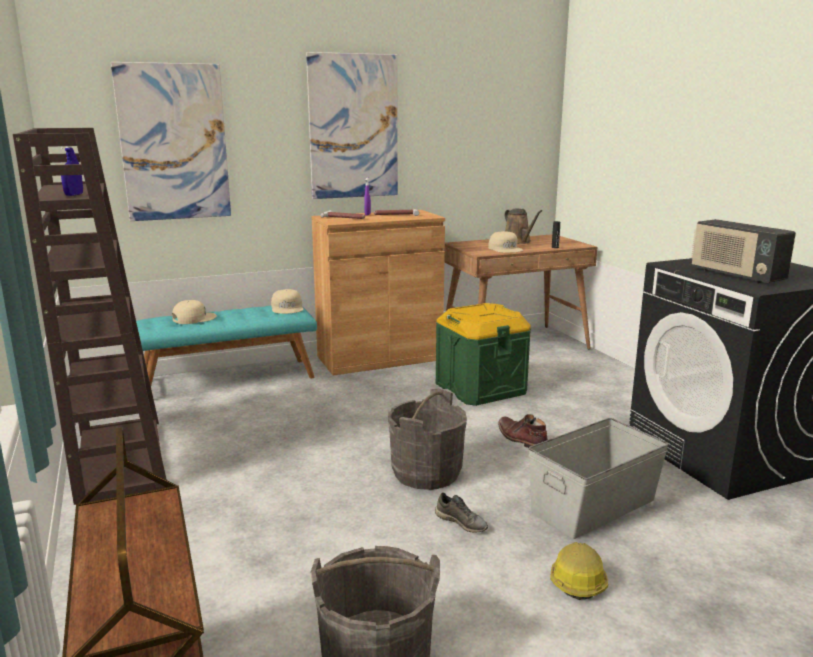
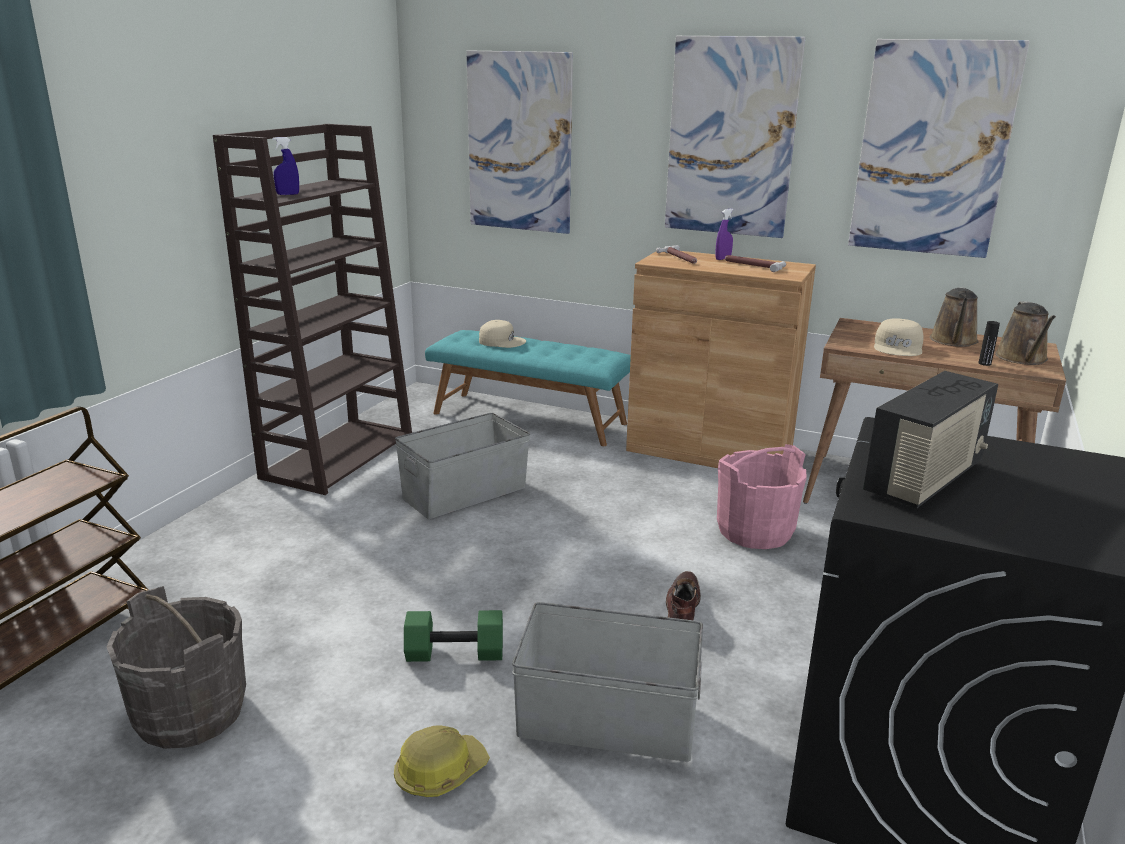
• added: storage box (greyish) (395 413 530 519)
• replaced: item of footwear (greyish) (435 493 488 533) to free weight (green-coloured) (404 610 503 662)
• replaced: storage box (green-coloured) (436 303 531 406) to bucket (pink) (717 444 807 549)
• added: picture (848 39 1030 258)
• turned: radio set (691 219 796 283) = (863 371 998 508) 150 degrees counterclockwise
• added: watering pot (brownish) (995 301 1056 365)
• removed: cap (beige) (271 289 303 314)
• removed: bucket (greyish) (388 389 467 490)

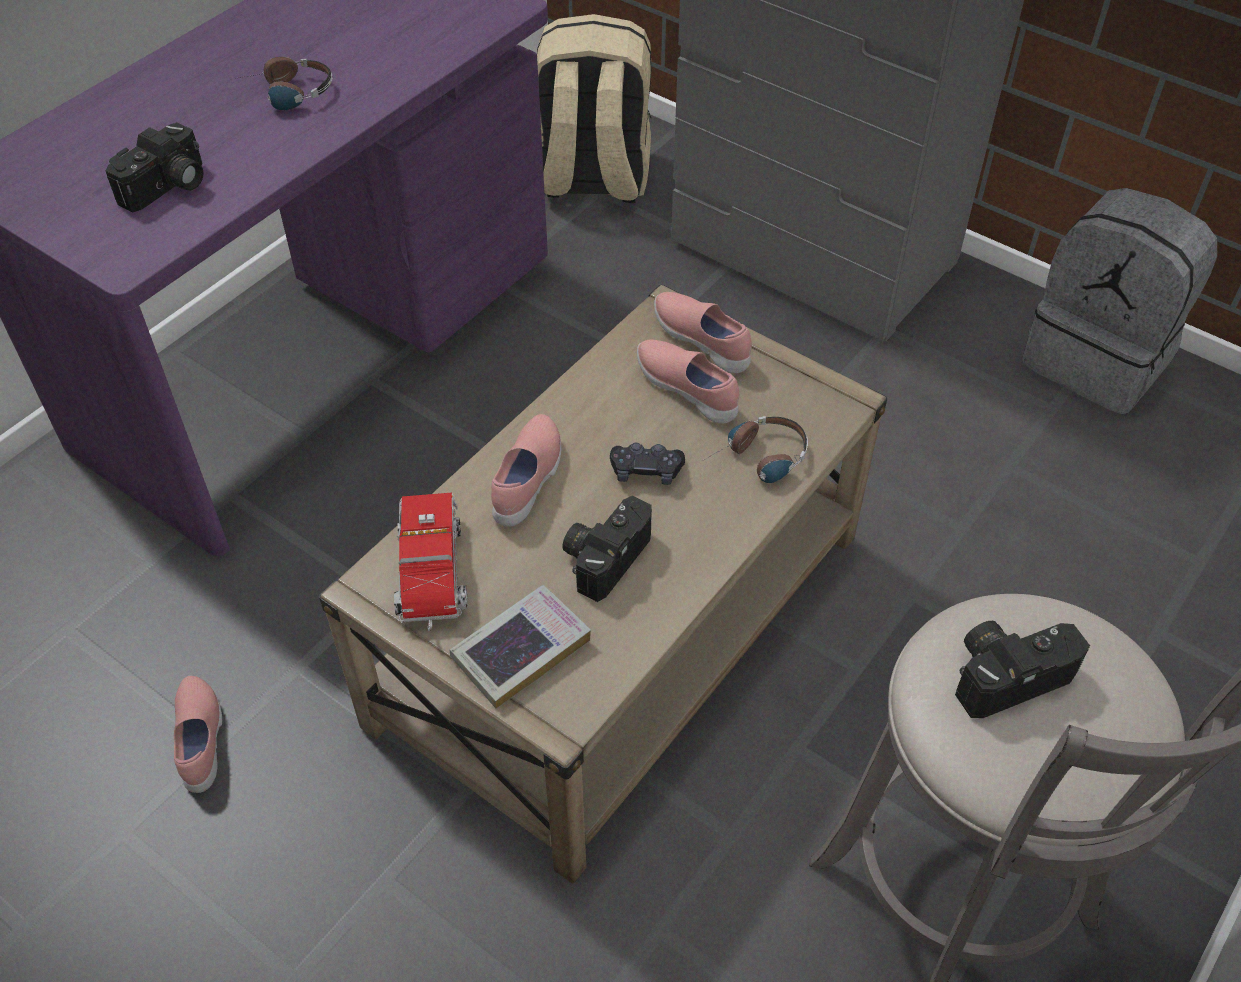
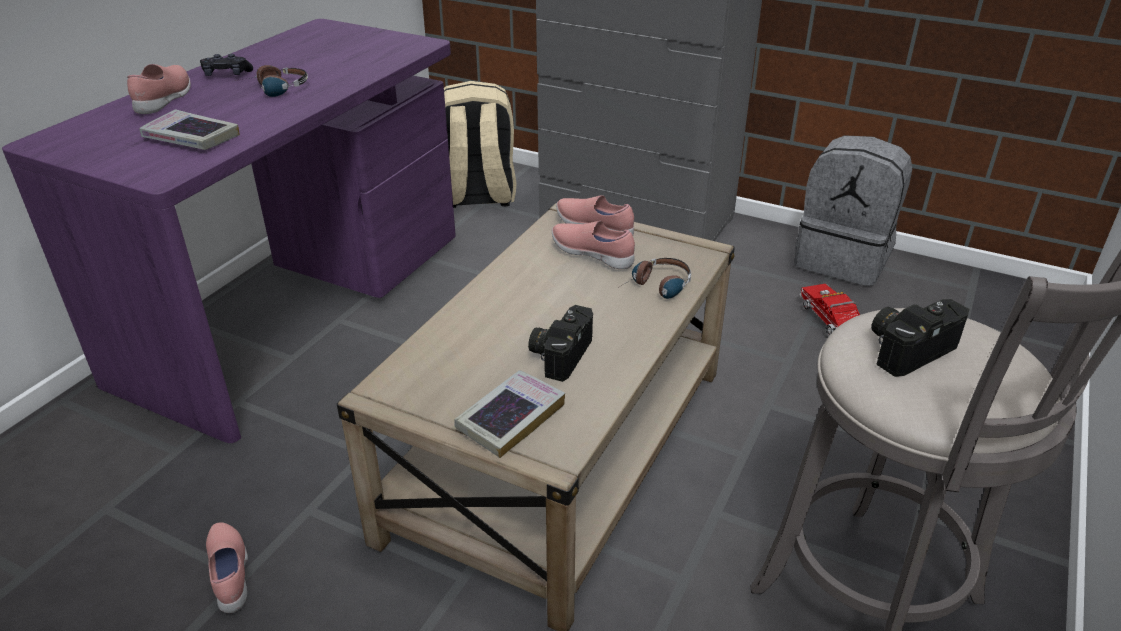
• moved: item of footwear (pink) (491 414 561 527) to (127 64 191 114)
• replaced: still camera (105 122 204 213) to book (139 109 240 150)
• moved: gamepad (blackish) (610 442 685 485) to (200 54 253 76)
• moved: toy truck (394 493 468 631) to (800 284 860 336)

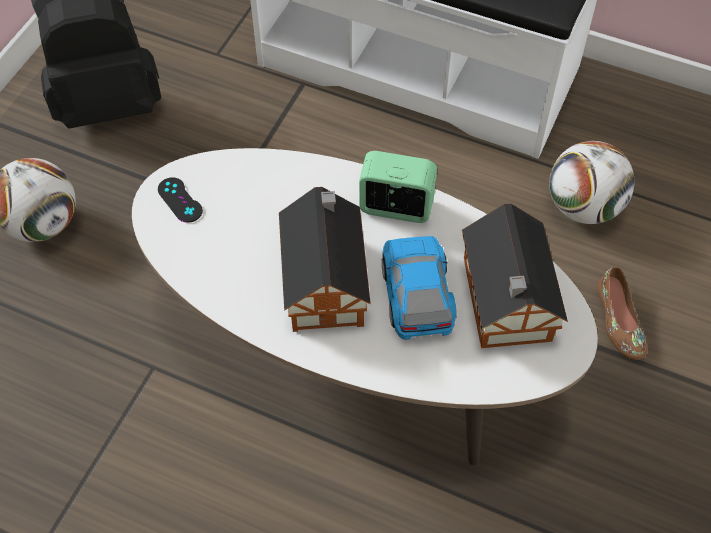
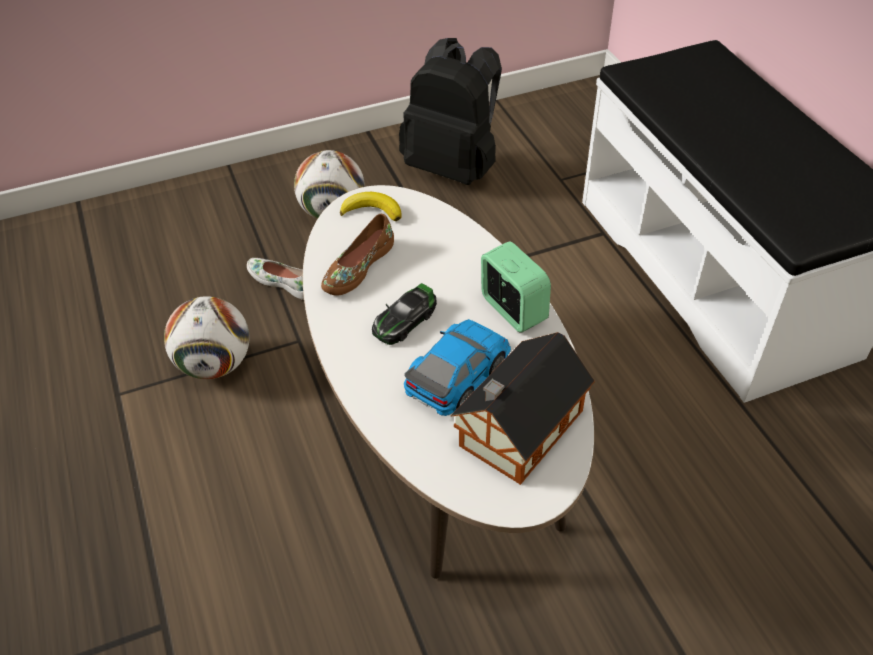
• moved: football ball (549 141 634 224) to (164 296 249 379)
• added: item of footwear (white) (247 258 304 300)
• moved: item of footwear (brownish) (597 267 647 360) to (321 214 394 296)
• replaced: gamepad (blackish) (158 177 203 223) to whole banana (340 192 402 221)
• replaced: model house (279 187 371 332) to miniature car (372 283 437 345)

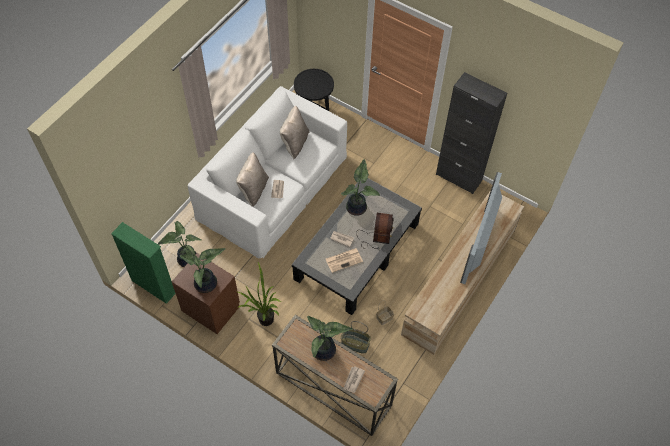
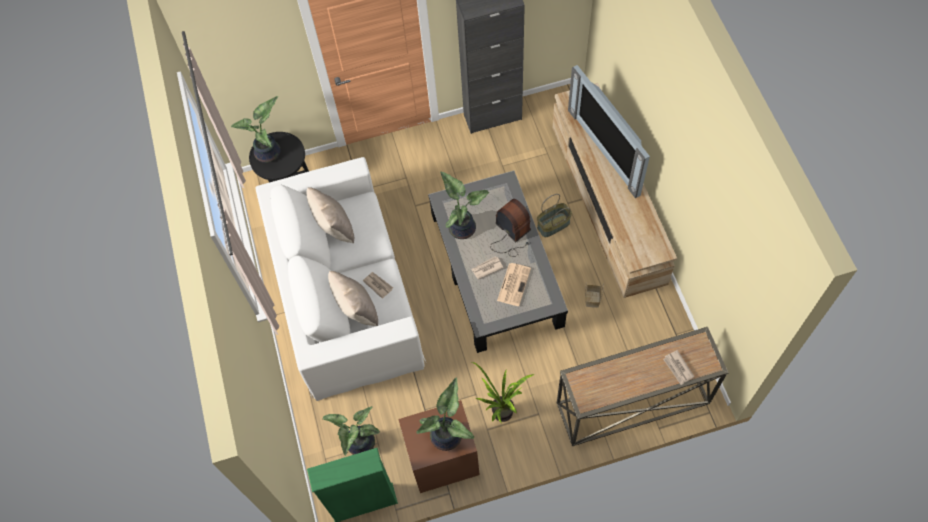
• moved: plant in a pot (307 316 353 361) to (231 96 281 163)
• moved: basket (341 321 371 354) to (537 194 572 237)

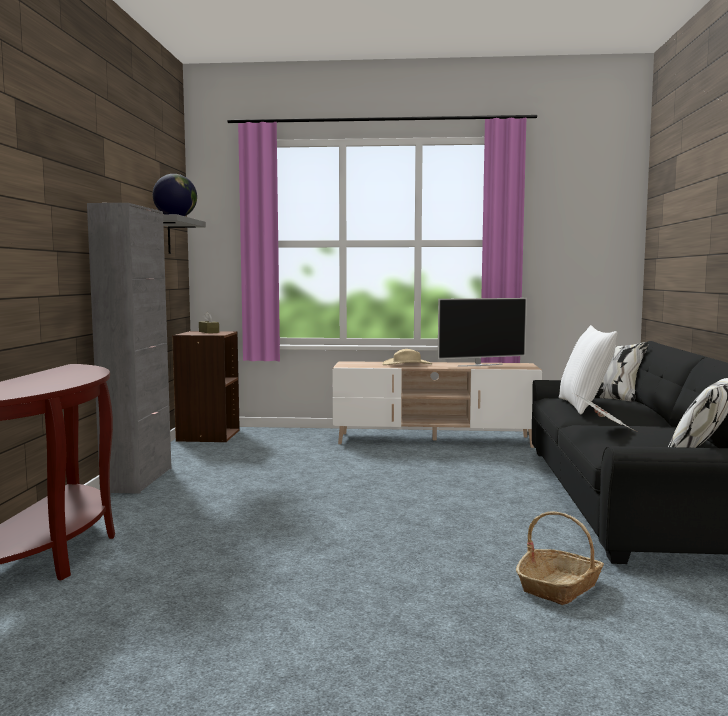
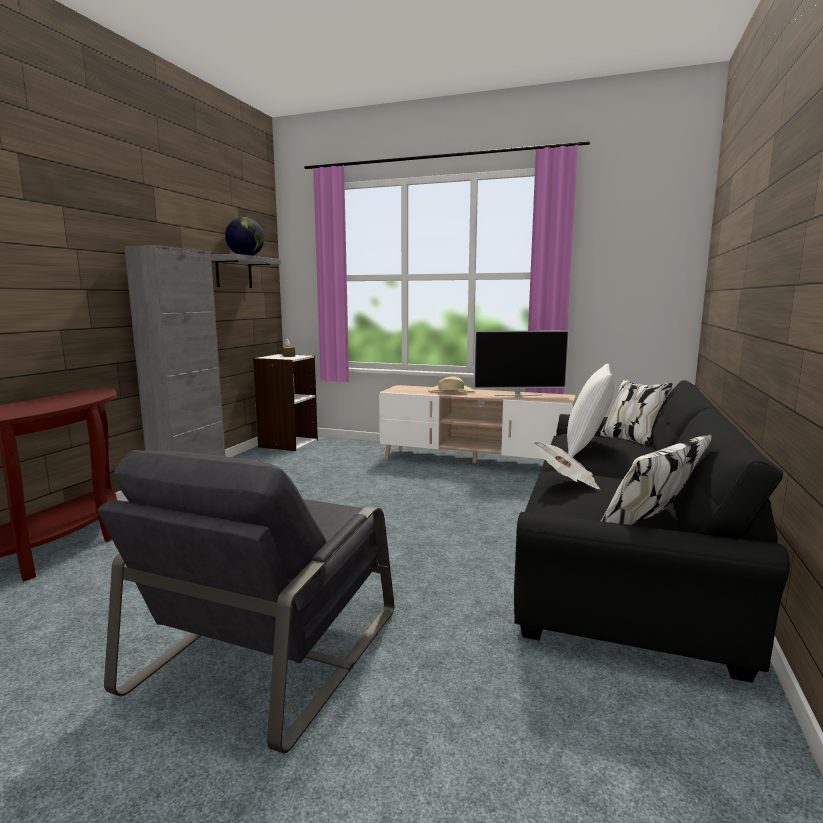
• added: easy chair (greyish) (97 450 394 754)
• recoloured: bookcase (brownish) (172 331 240 442) to bookcase (white) (253 354 318 451)
• removed: basket (516 512 604 605)

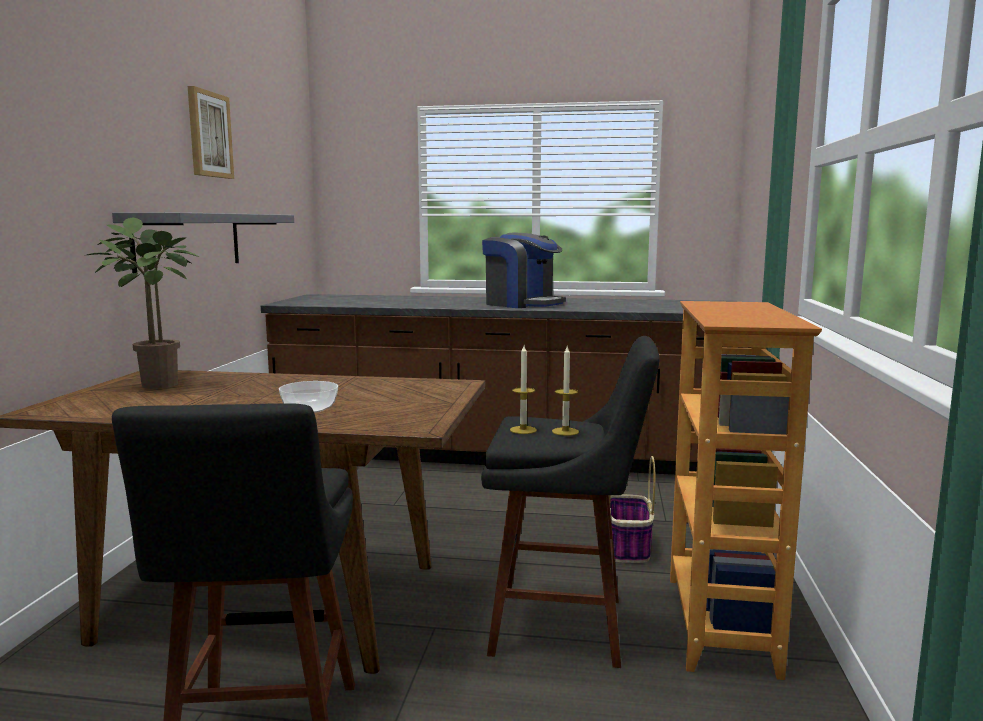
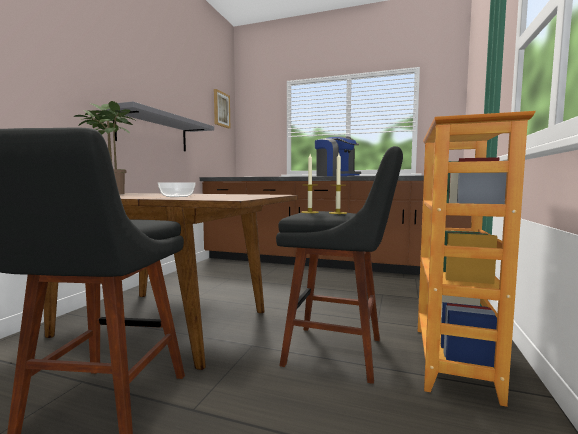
• moved: picture (188 86 234 179) to (214 89 230 128)
• removed: basket (609 456 656 563)

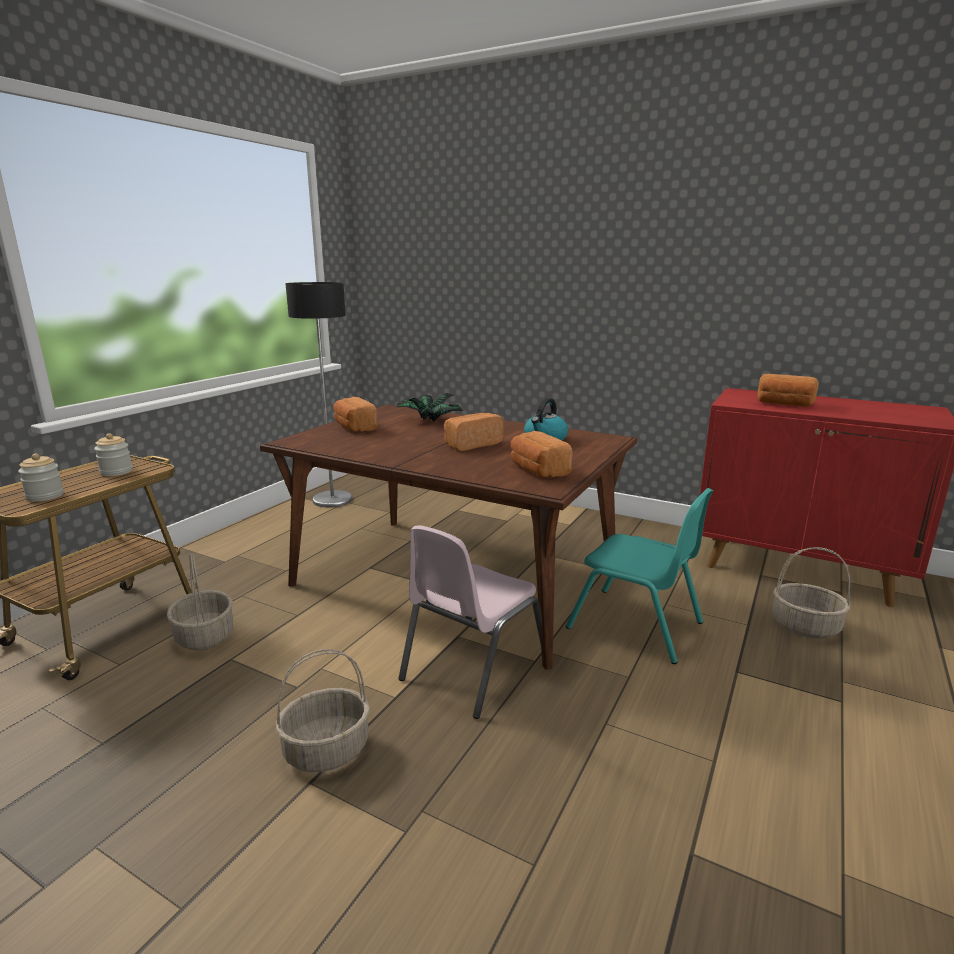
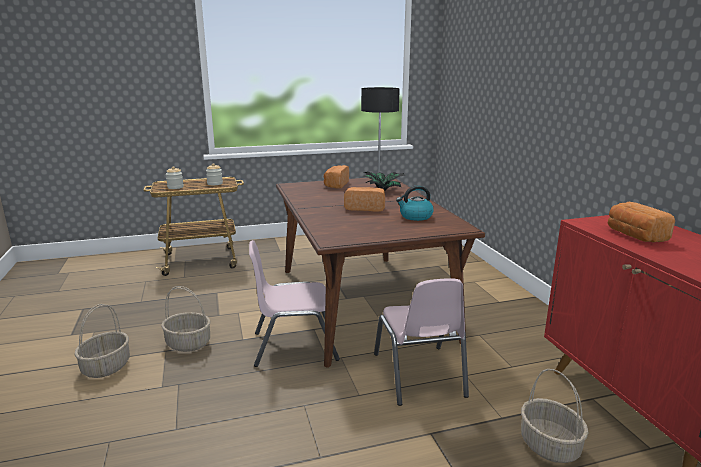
• moved: basket (167 553 233 650) to (74 304 130 378)
• recoloured: upright chair (turquoise) (566 488 713 664) to upright chair (pink) (374 278 469 406)
• removed: bakery bread (511 431 573 478)

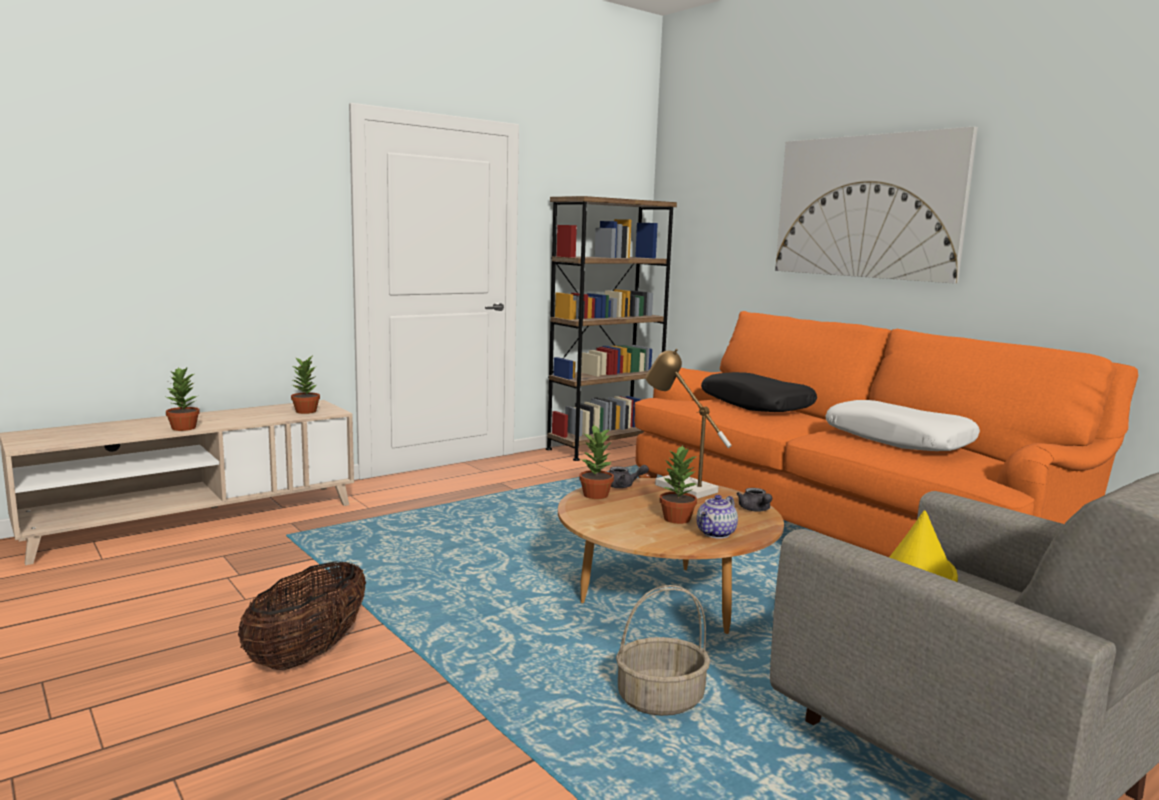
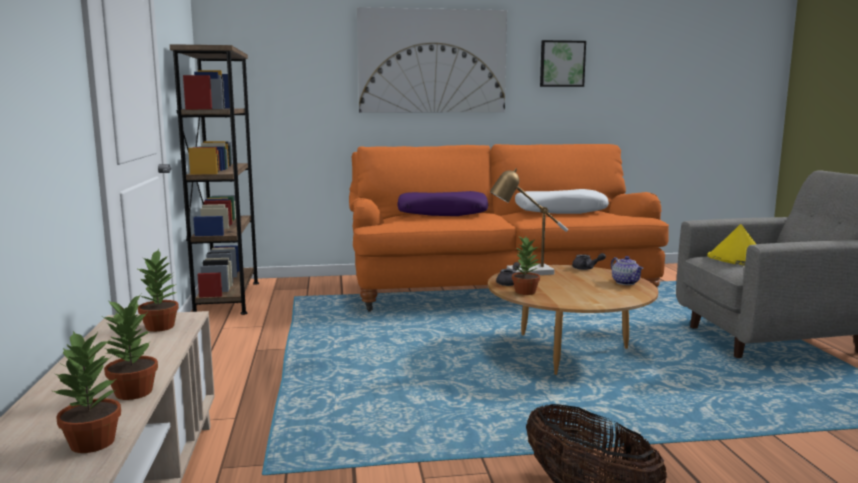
• moved: plant in a pot (660 445 697 524) to (53 331 121 453)
• recoloured: throw pillow (blackish) (701 372 817 412) to throw pillow (purplish) (397 191 488 216)
• added: picture (540 40 586 87)
• removed: basket (616 585 710 716)

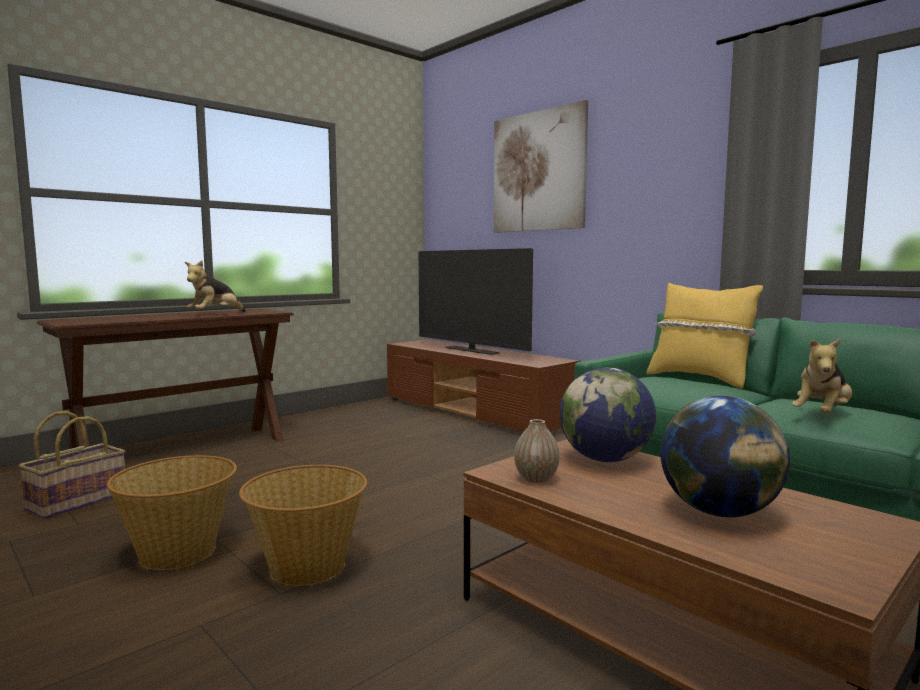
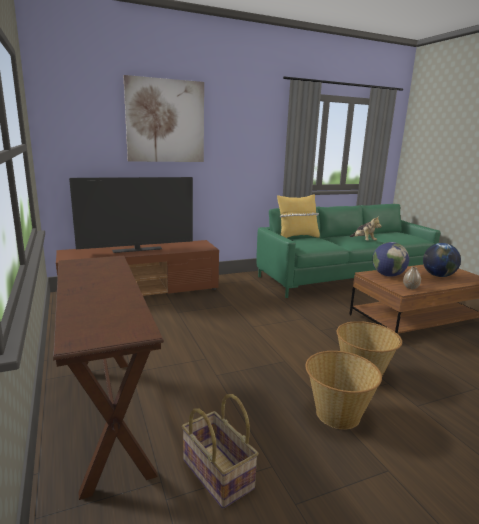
• removed: plush toy (185 260 246 312)

